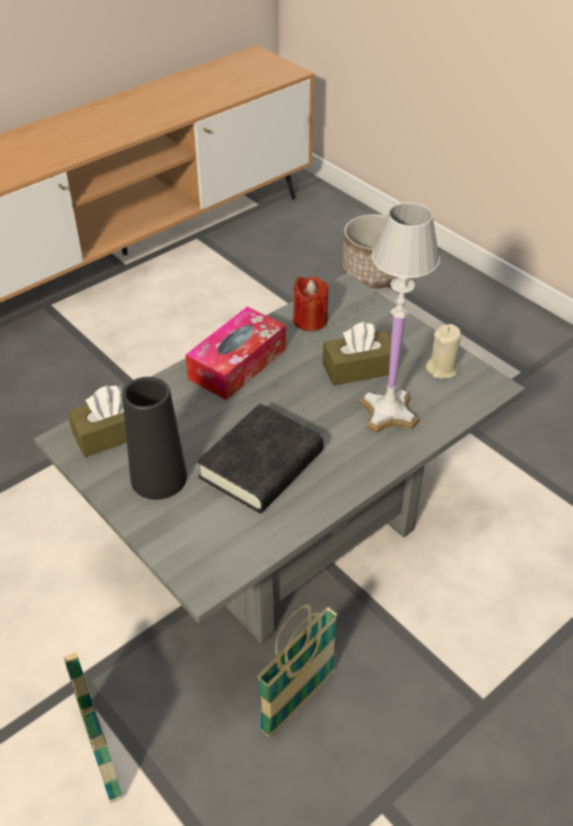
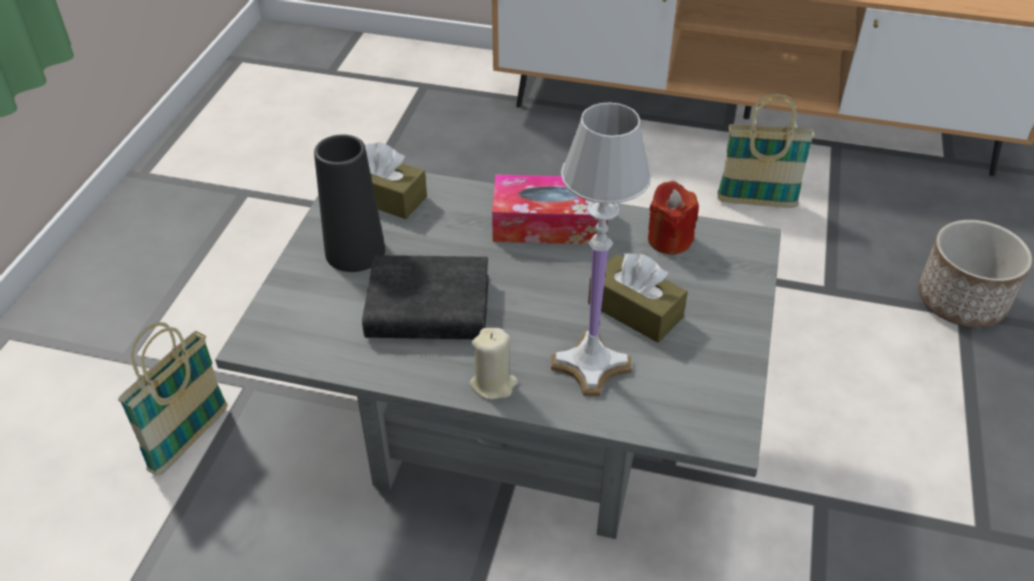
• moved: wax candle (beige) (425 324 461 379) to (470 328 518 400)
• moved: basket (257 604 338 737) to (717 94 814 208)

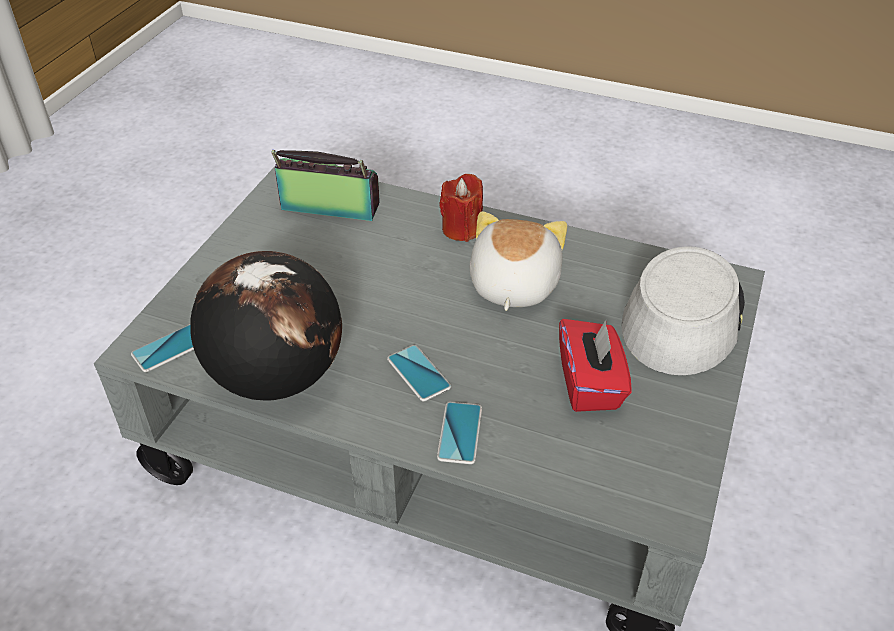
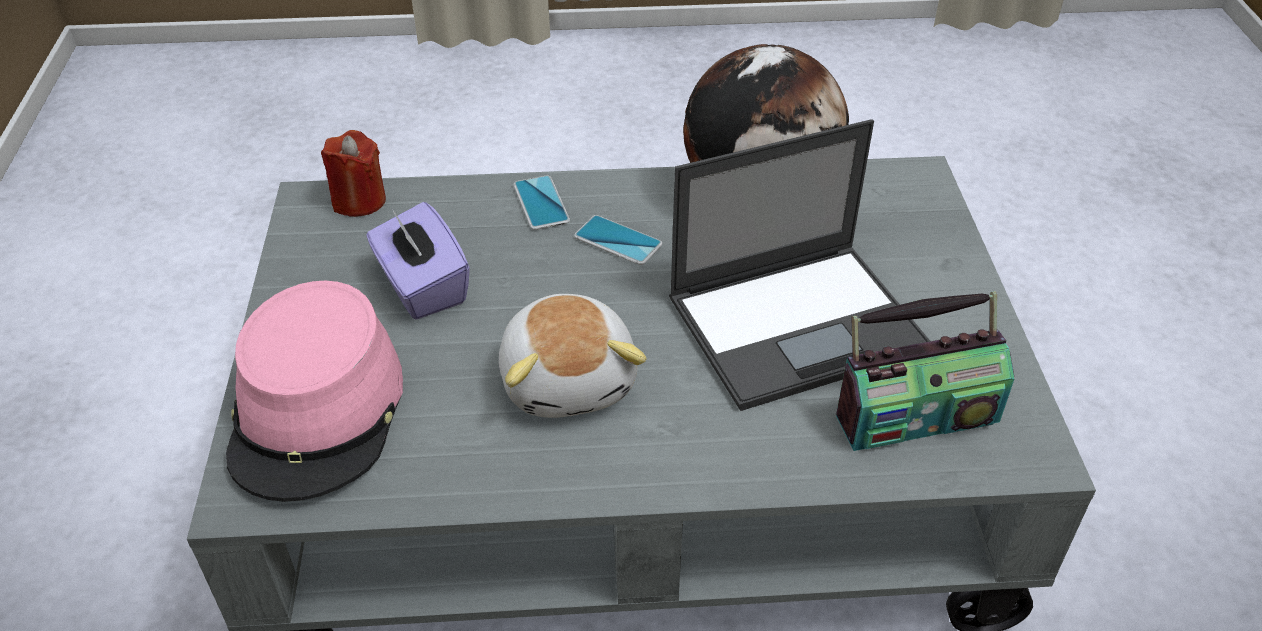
• recoloured: clothing hat (greyish) (621 246 745 375) to clothing hat (pink) (226 280 403 502)
• moved: wax candle (reddish) (439 174 483 242) to (321 130 386 217)
• recoloured: tissue holder (reddish) (559 319 632 412) to tissue holder (purplish) (366 202 470 320)
• added: portable computer (669 119 930 411)
• removed: phone (131 324 194 372)

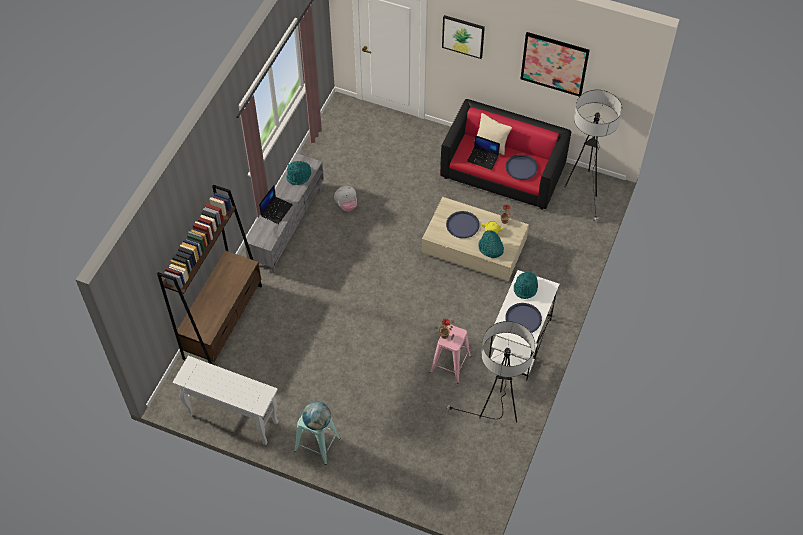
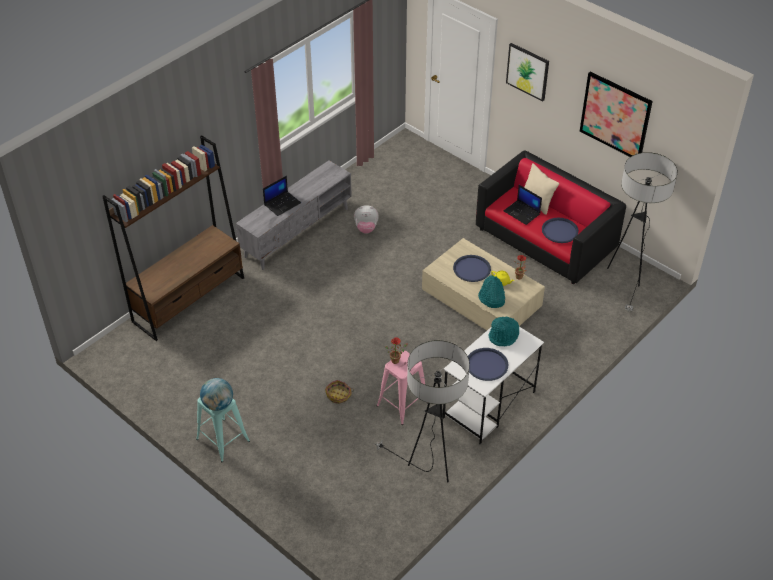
• added: basket (325 380 354 404)
• removed: hall table (white) (172 356 278 445)
• removed: clothing hat (turquoise) (286 161 311 185)

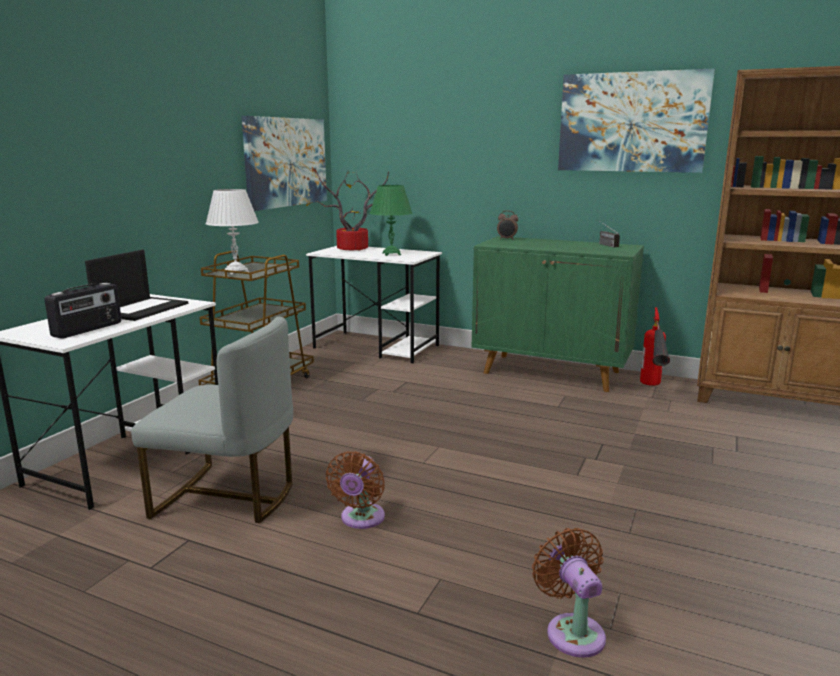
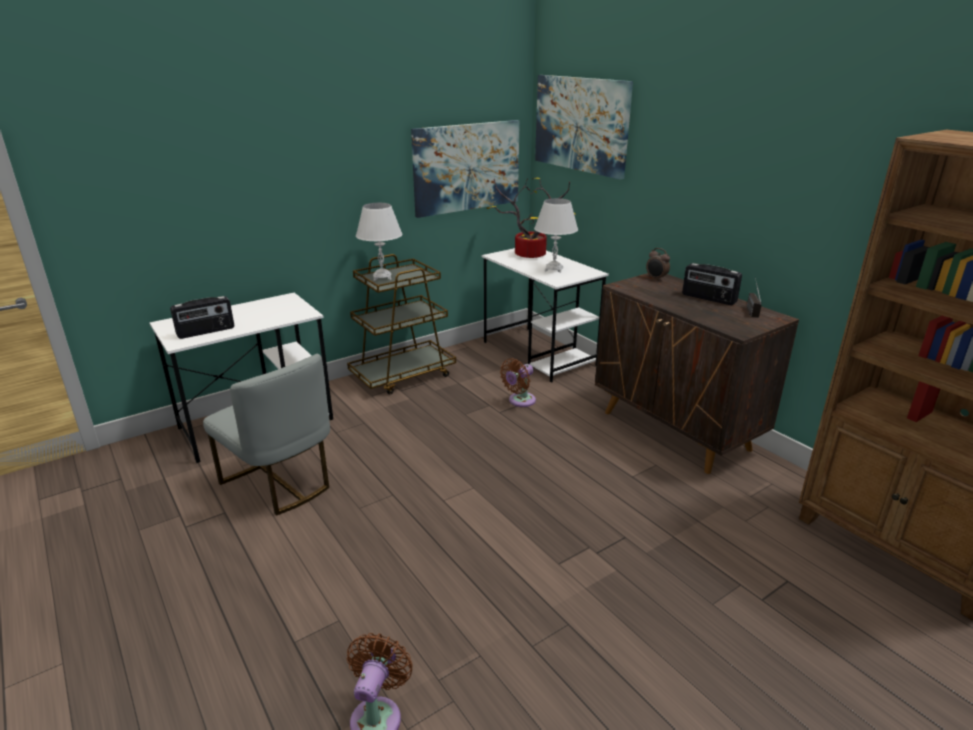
• moved: fan (brownish) (326 451 385 529) to (500 358 536 407)
• recoloured: table lamp (green-coloured) (370 185 413 256) to table lamp (white) (534 198 578 273)
• moved: picture (558 68 715 173) to (535 75 633 180)
• recoloured: cabinet (green-coloured) (472 236 644 392) to cabinet (brownish) (595 273 799 474)
• added: radio set (682 263 742 305)
• removed: portable computer (85 250 188 321)
• removed: fire extinguisher (640 307 670 386)

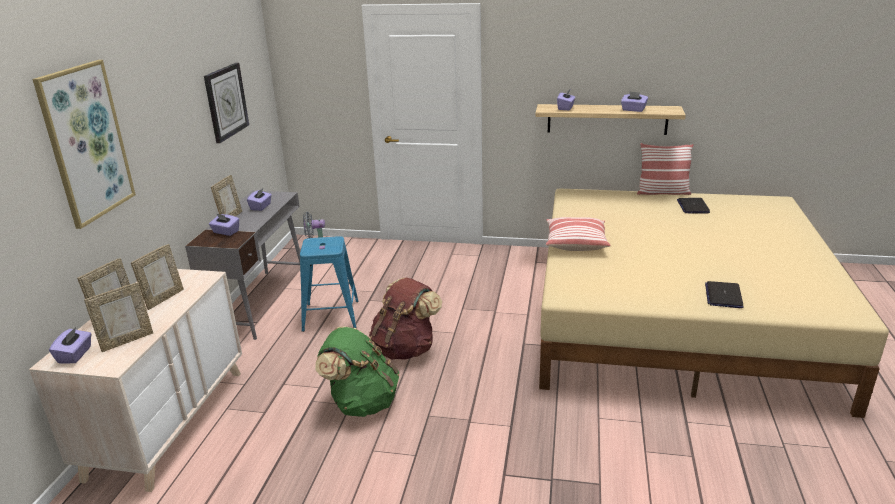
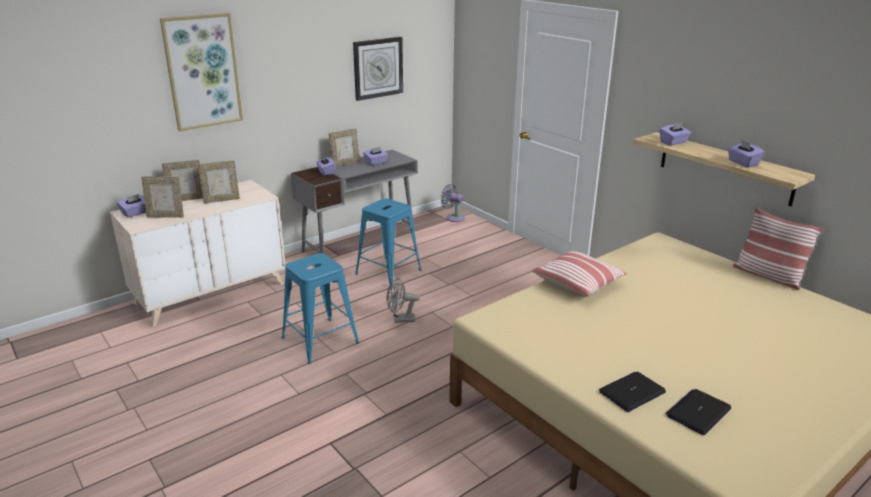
• replaced: backpack (green-coloured) (315 327 399 417) to stool (bluish) (282 253 359 364)
• replaced: backpack (brownish) (369 278 442 360) to fan (greyish) (387 277 420 323)
• moved: portable computer (677 198 710 213) to (665 389 731 435)

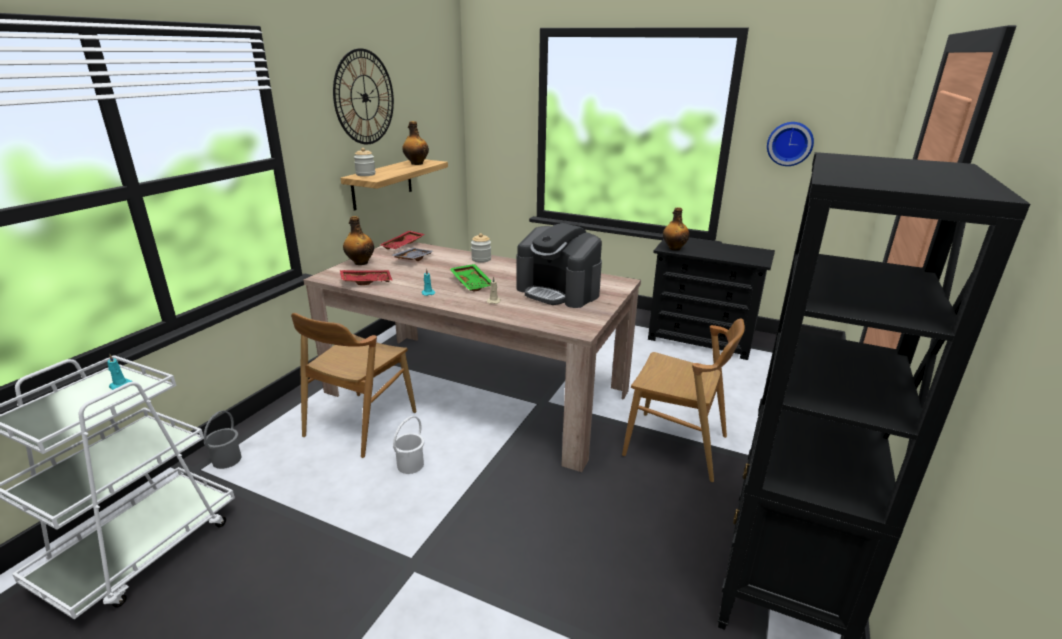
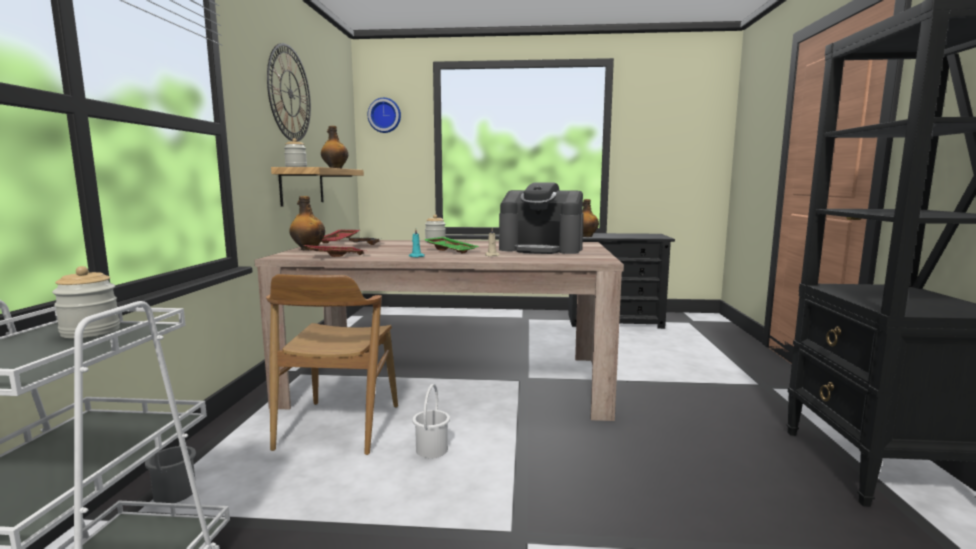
• replaced: wax candle (turquoise) (107 354 132 390) to preserve jar (52 266 120 338)
• moved: clock on the wall (767 122 814 166) to (368 98 401 133)
• removed: upright chair (brownish) (622 319 745 482)

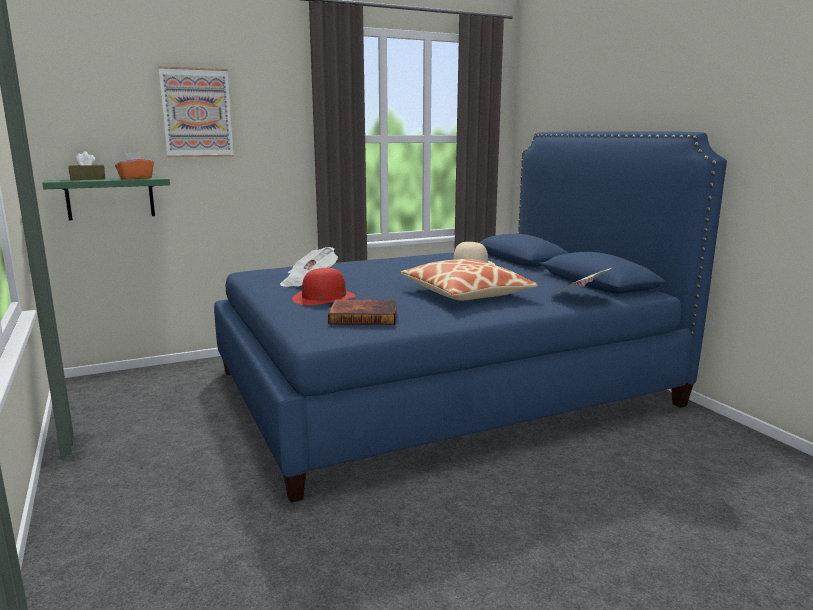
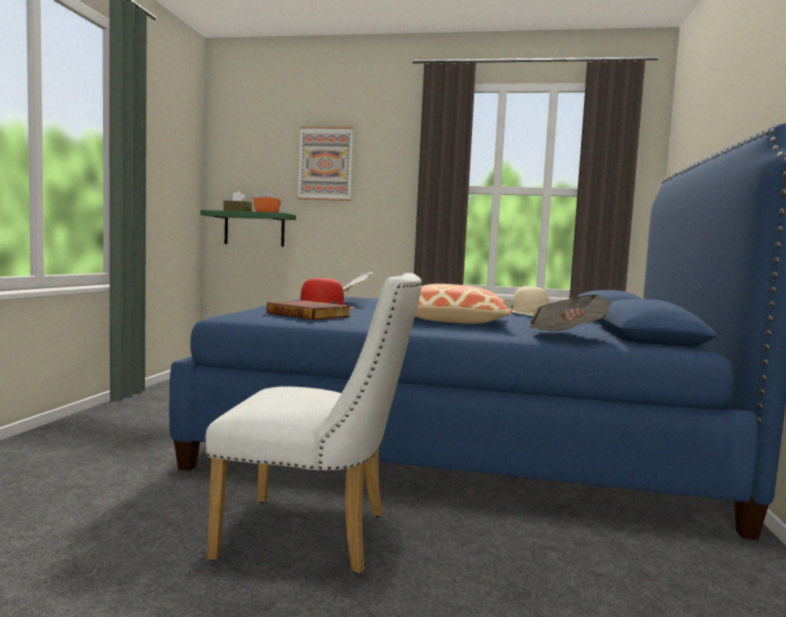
• added: upright chair (white) (206 273 422 574)

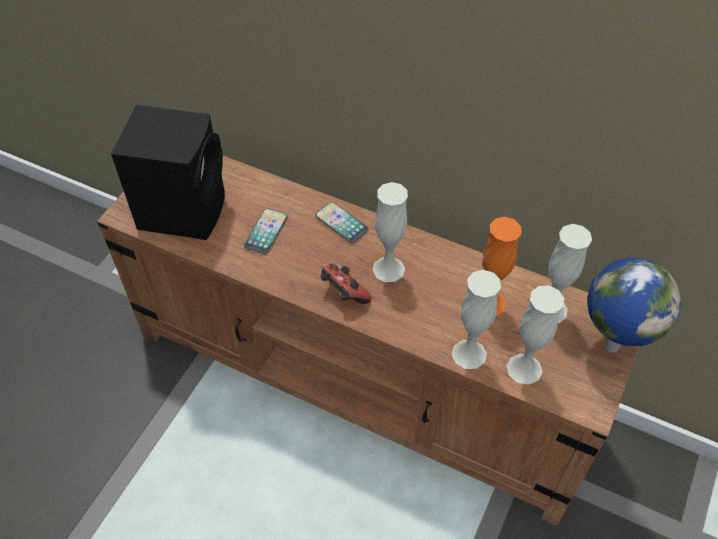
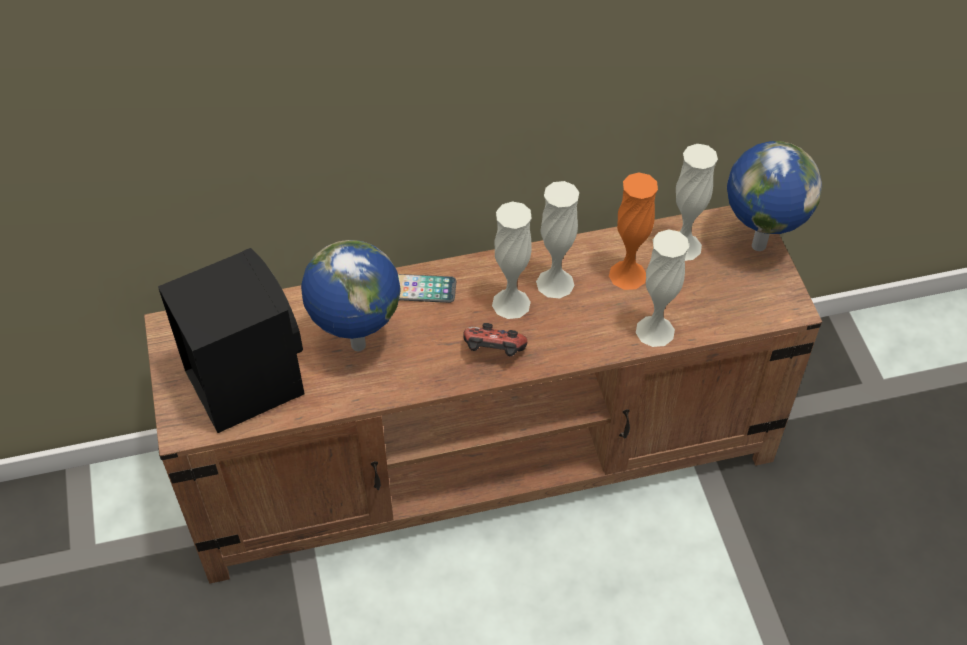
• replaced: phone (244 209 288 254) to world globe (301 240 401 351)
• moved: vase (white) (507 286 564 385) to (536 181 579 299)

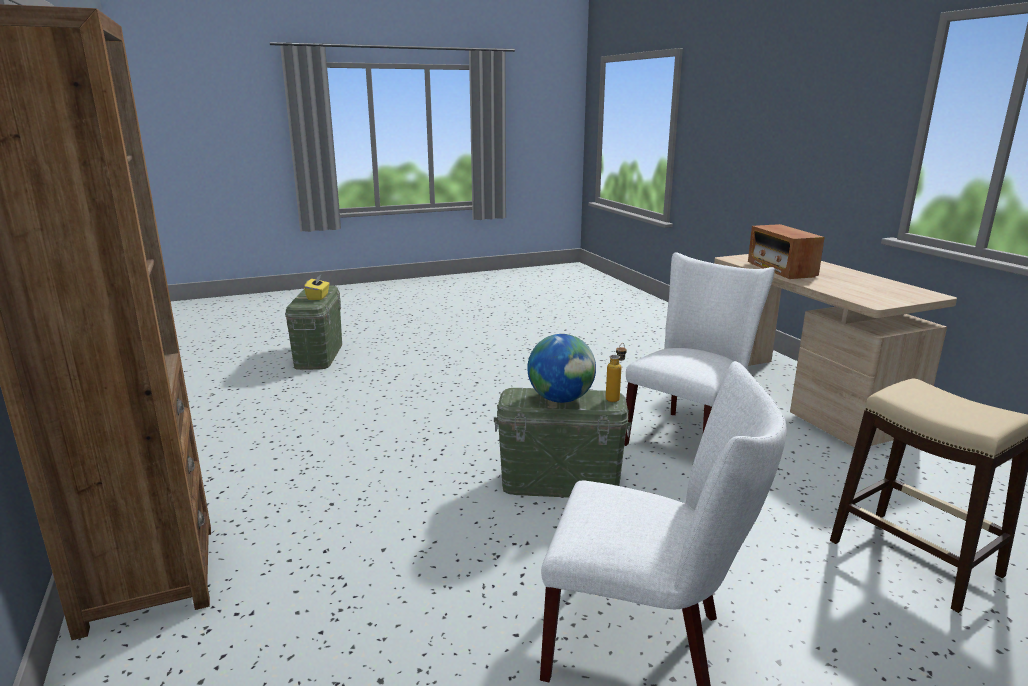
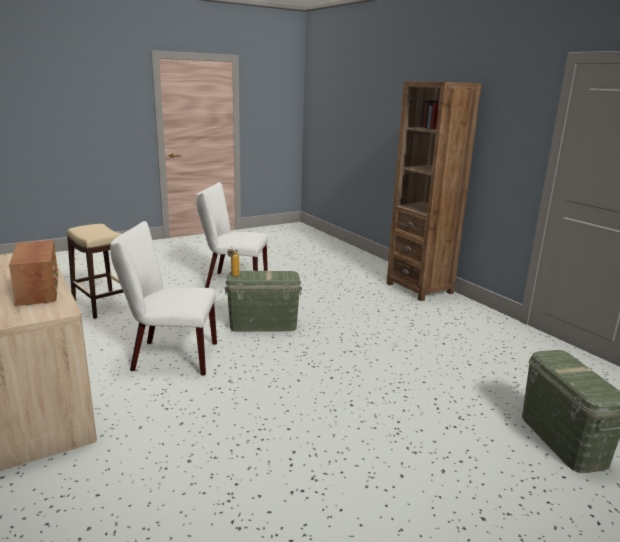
• turned: upright chair (white) (624 252 775 446) = (110 221 217 375) 60 degrees clockwise
• removed: tissue holder (yellow) (304 275 330 300)
• removed: world globe (527 334 596 403)

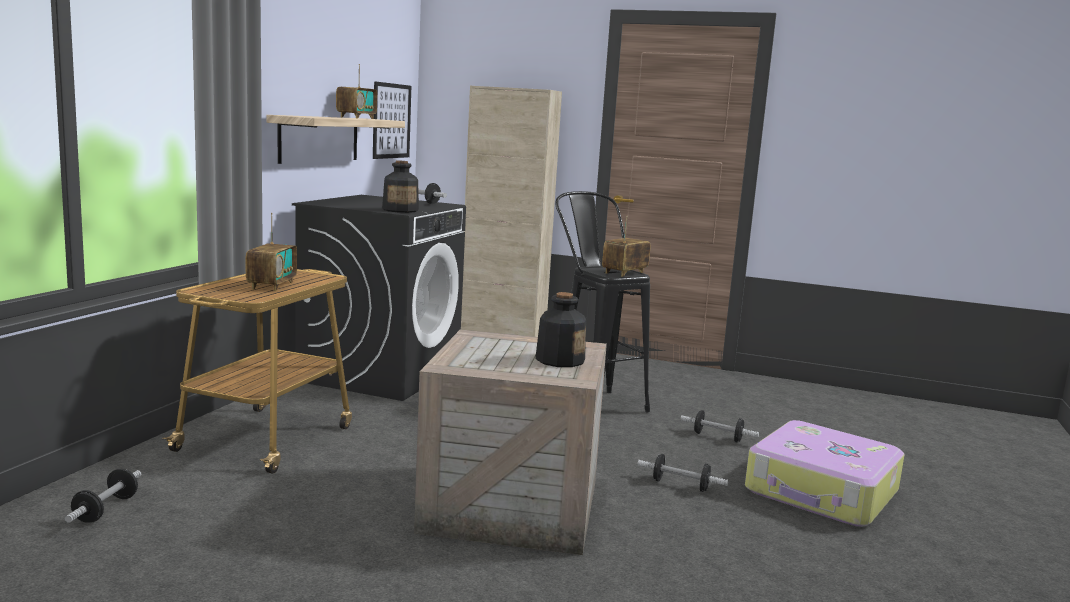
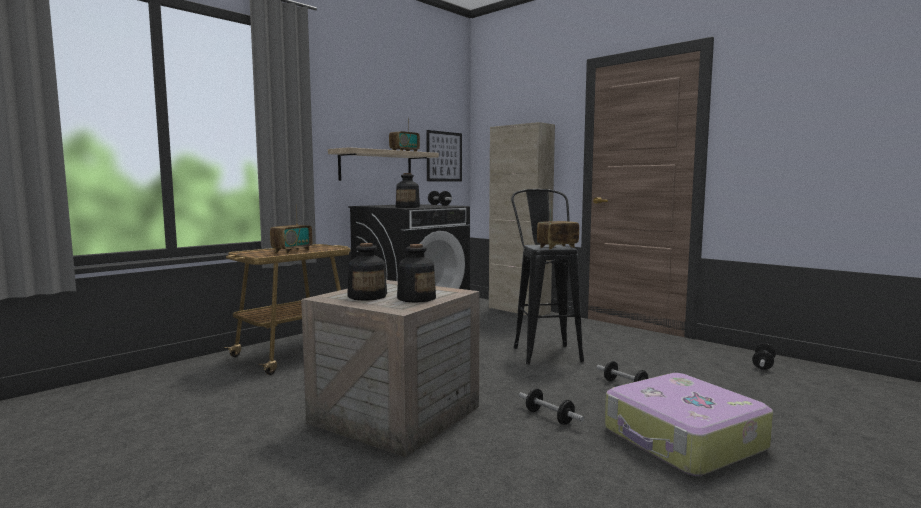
• added: bottle (347 243 387 301)
• moved: free weight (65 469 141 523) to (752 343 776 370)

